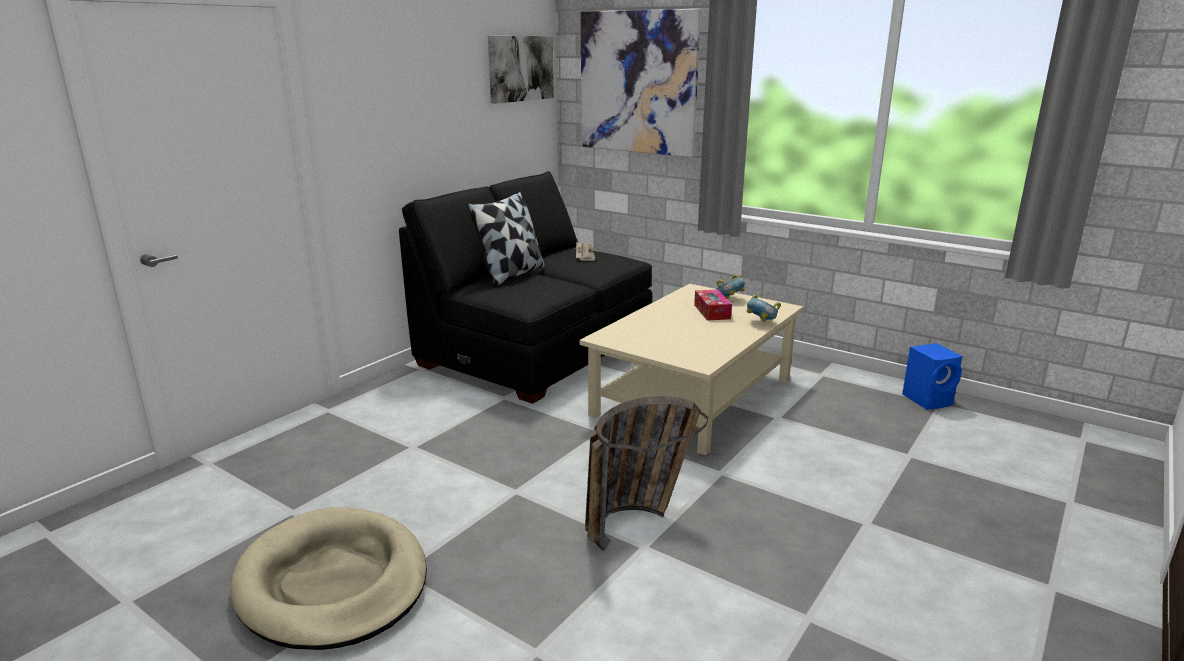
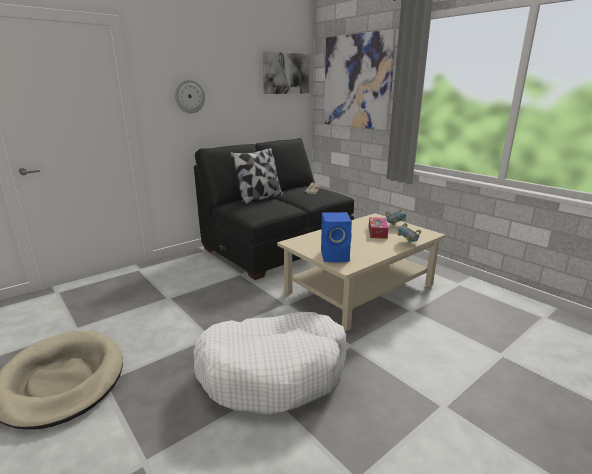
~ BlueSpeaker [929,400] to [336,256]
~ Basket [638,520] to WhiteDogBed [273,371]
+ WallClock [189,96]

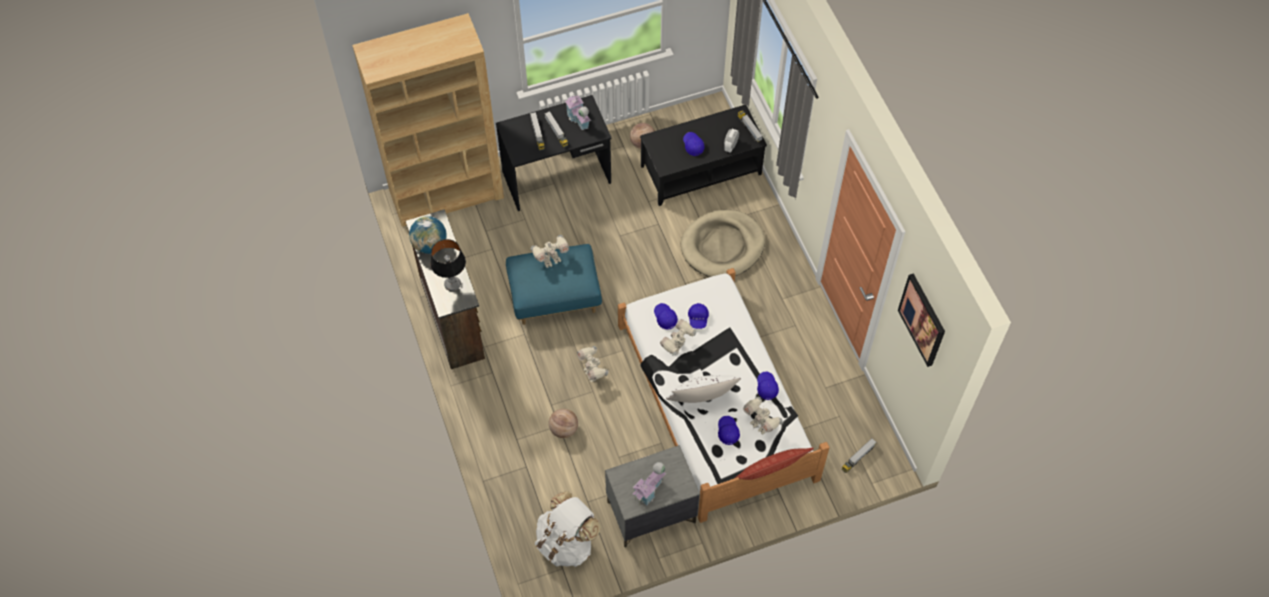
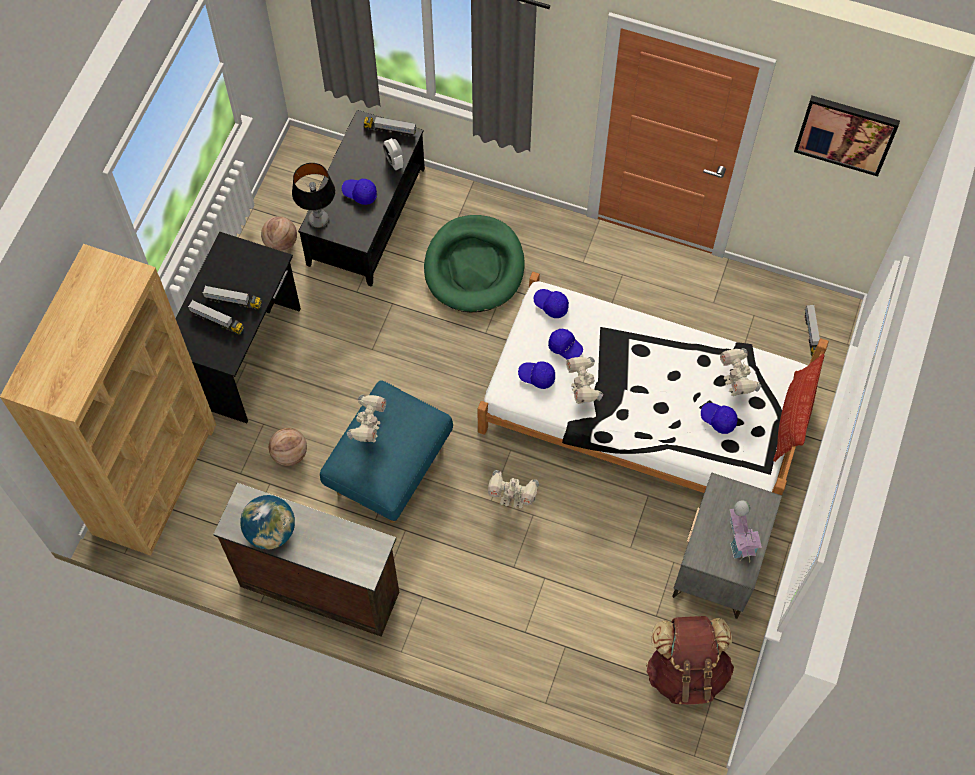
- ToyHouse [578,119]
~ BeigeDogBed [722,246] to GreenDogBed [474,267]
~ TableLamp [452,284] to [318,220]
~ BlueCap [766,387] to [551,305]
- WhitePillow [701,402]
~ ToyRobot [760,425] = [735,384] 75 degrees clockwise
~ Basketball [564,429] to [290,454]
~ WhiteBackpack [566,542] to BrownBackpack [686,671]

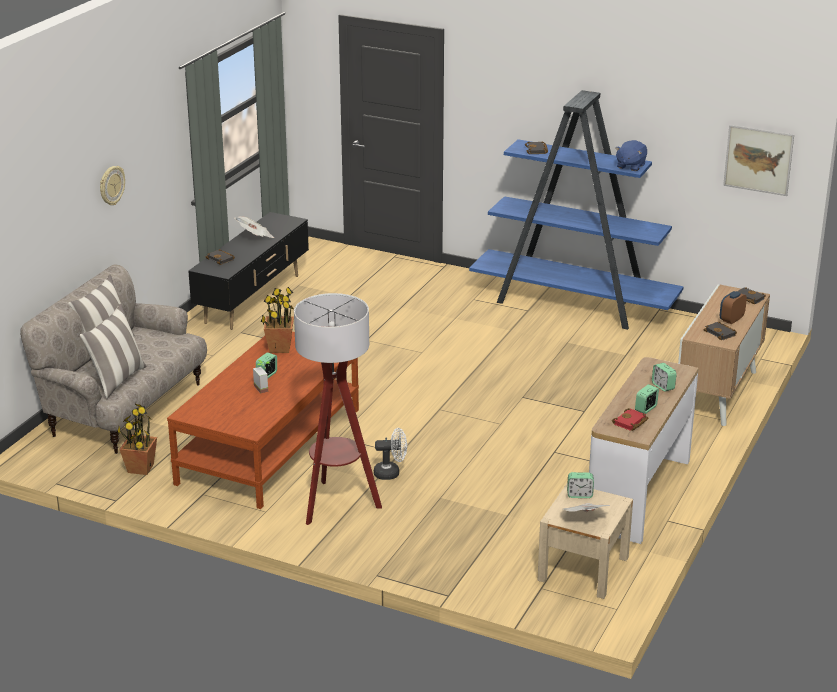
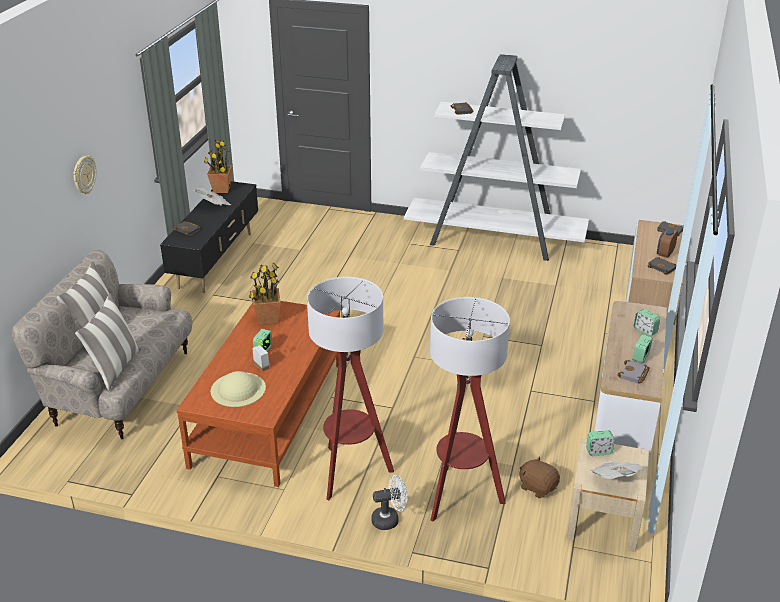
~ BlueBookcase [574,304] to WhiteBookcase [495,240]
- Picture [758,160]
- BluePlushToy [630,166]
~ PottedPlant [140,468] to [221,189]
~ RedBook [630,423] to GreyBook [634,374]
~ WhiteFan [391,473] to [389,519]
+ FloorLamp [460,496]
+ BeigeHat [238,389]
+ BrownPlushToy [538,487]

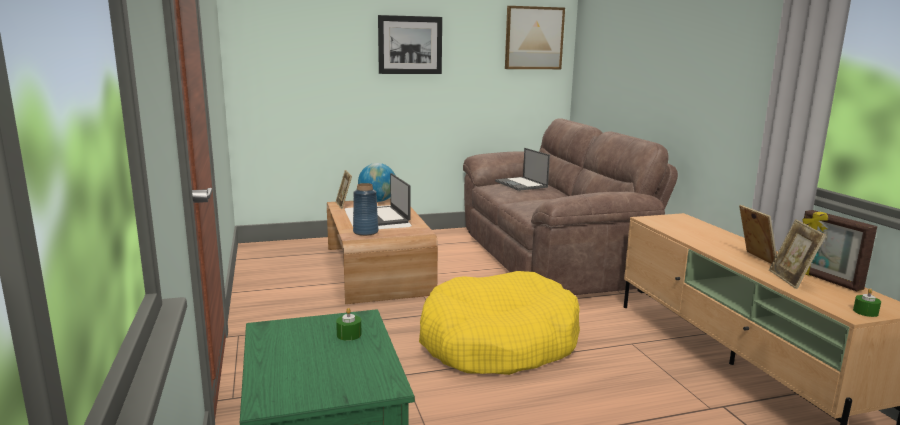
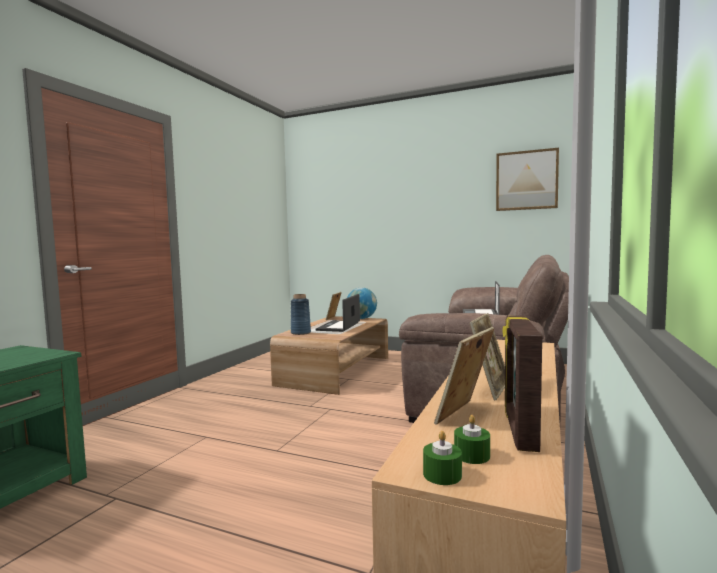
- Picture [410,45]
- YellowDogBed [498,342]
~ GreenCandle [349,334] to [472,455]

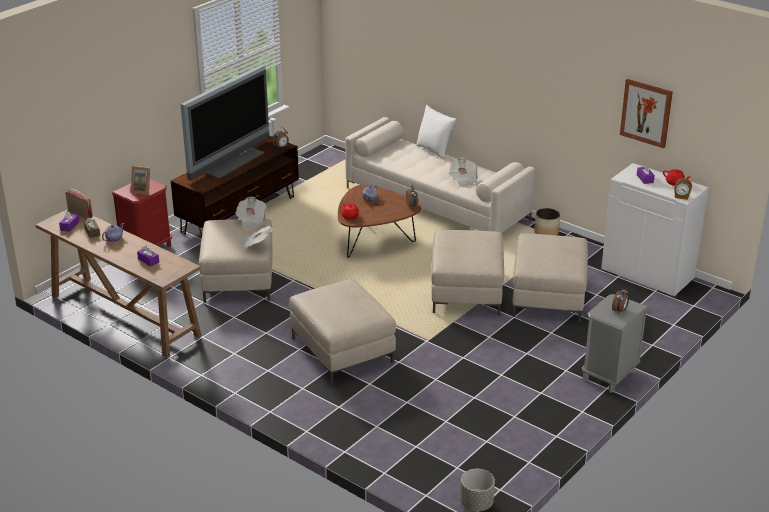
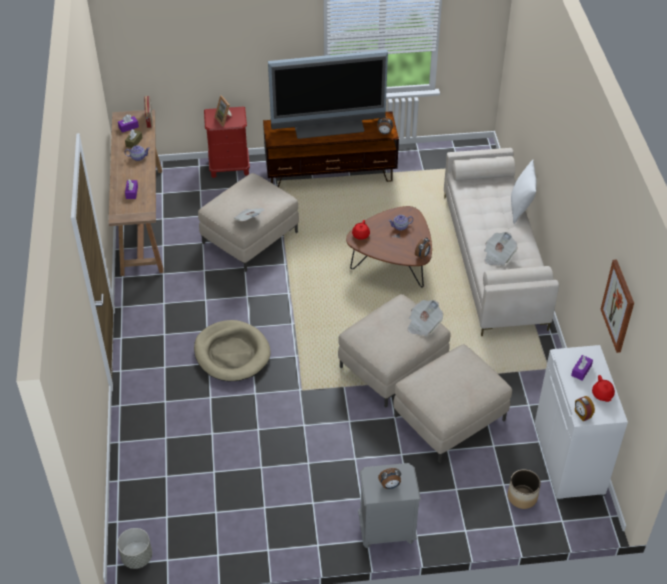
~ Newspaper [251,221] to [423,325]
~ Planter [546,233] to [522,497]
~ BeigeOttoman [342,350] to BeigeDogBed [232,353]

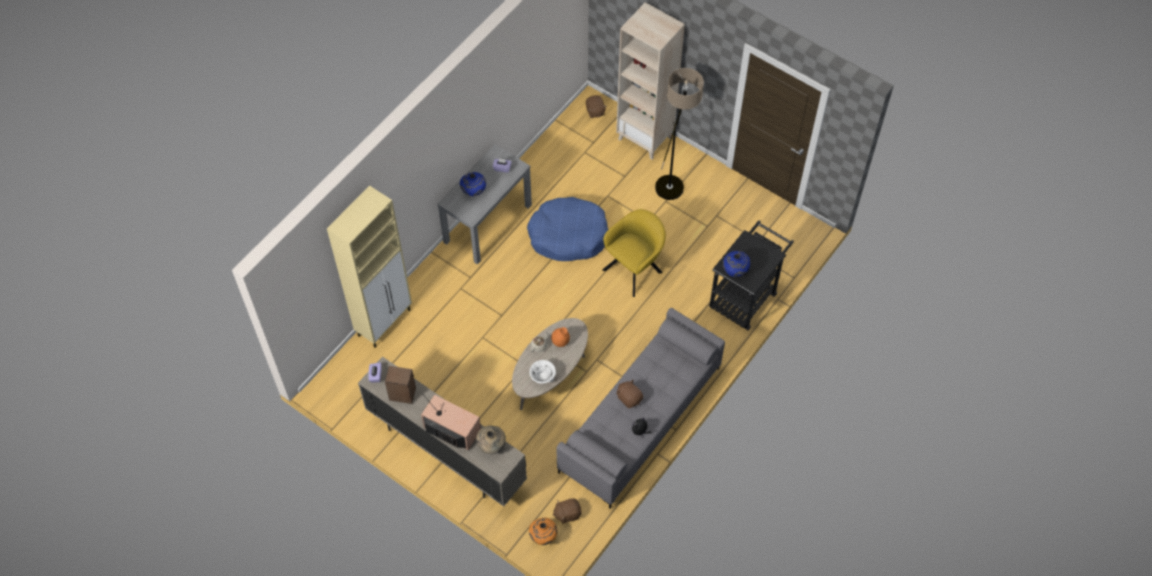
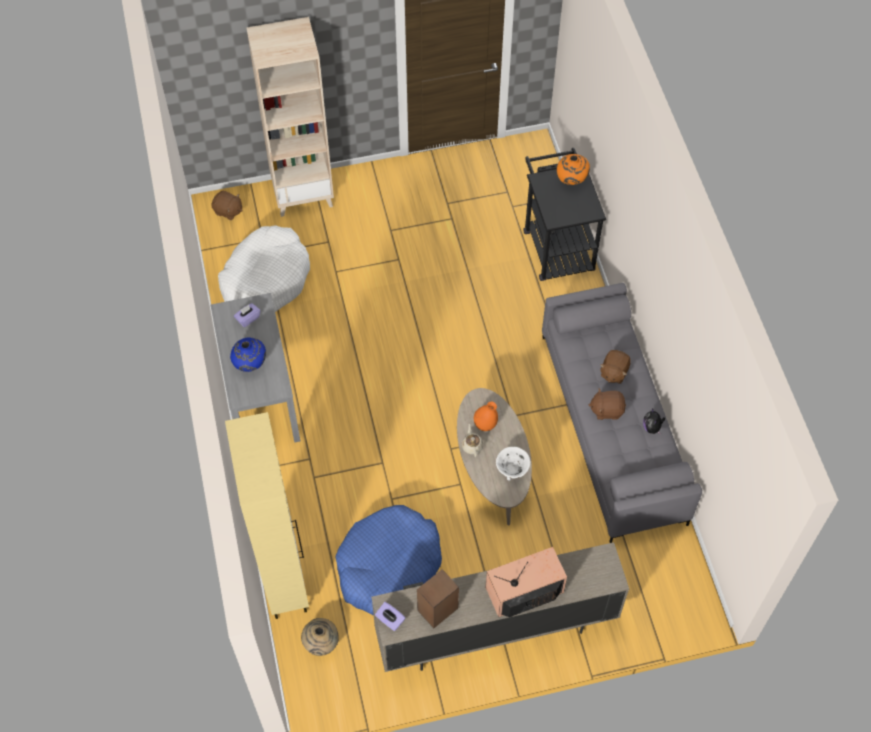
- FloorLamp [673,179]
~ BlueDogBed [568,235] to [388,566]
- YellowArmchair [635,269]
- BlueVase [735,272]
~ BeigeVase [492,446] to [321,643]
~ BrownPlushToy [567,513] to [613,372]
~ OrangeVase [543,537] to [571,181]
+ WhiteDogBed [266,278]

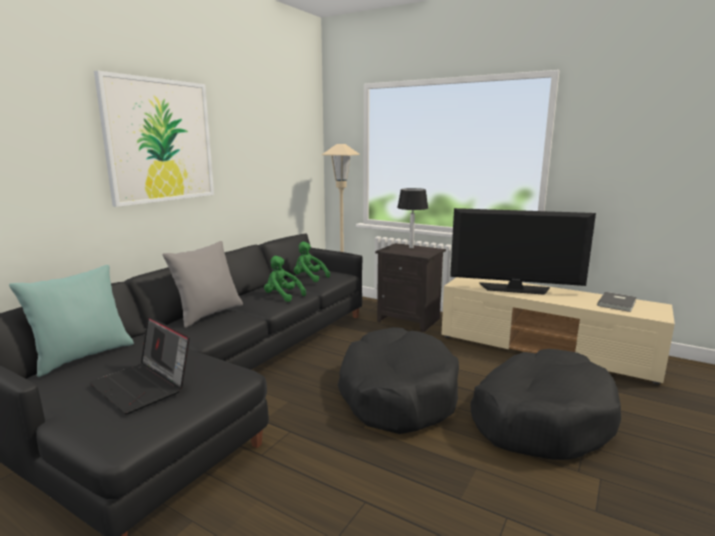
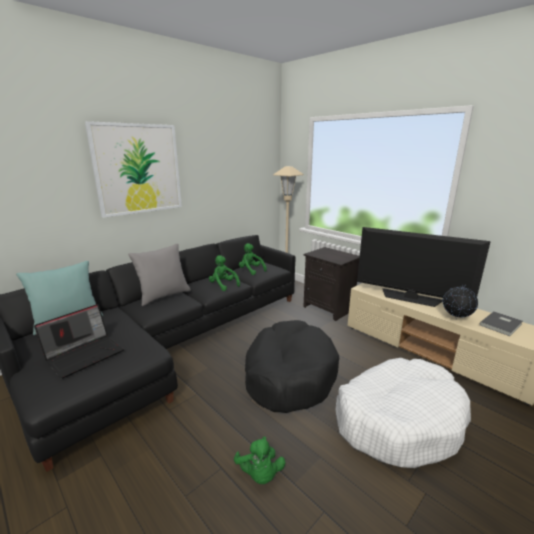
- TableLamp [411,247]
~ Laptop [143,386] = [85,354] 105 degrees counterclockwise
~ BlackDogBed [540,418] to WhiteDogBed [398,419]
+ Globe [456,319]
+ GreenPlushToy [259,474]

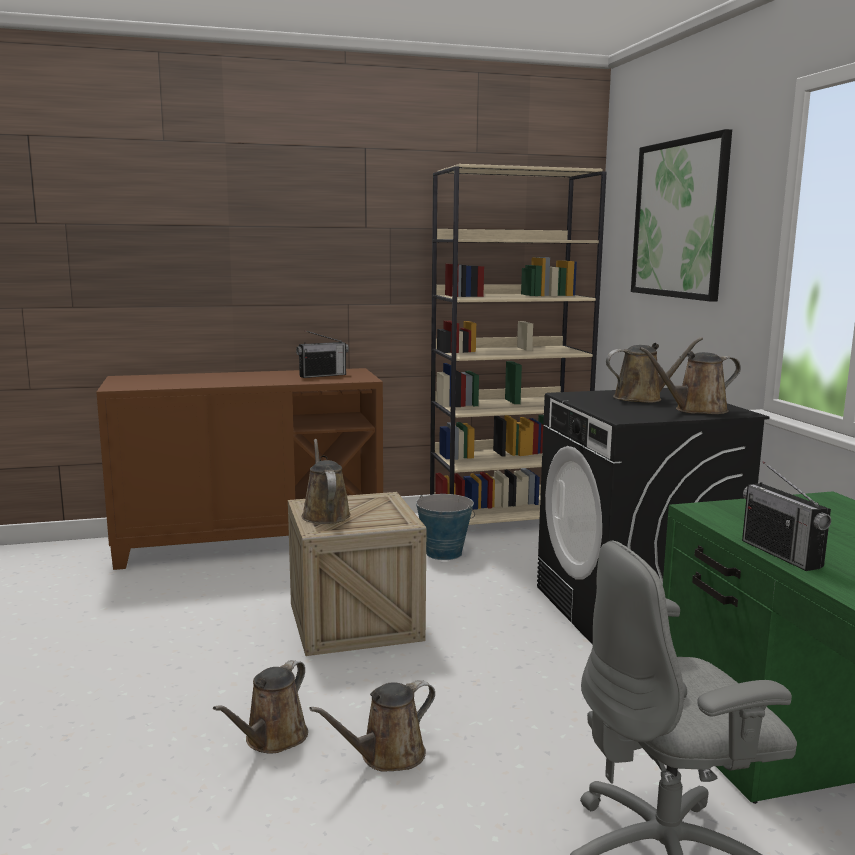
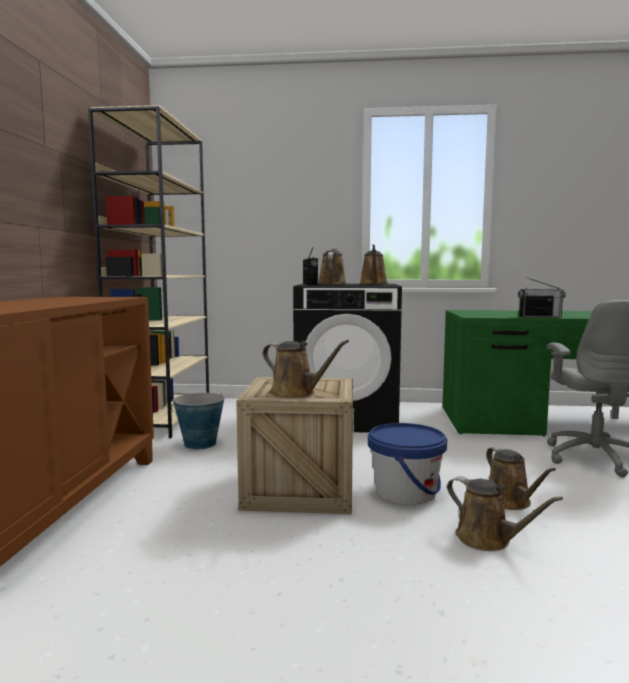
- Picture [679,219]
~ Radio [322,375] to [310,284]
~ BrownWateringCan [325,514] = [296,393] 150 degrees counterclockwise
+ BlueBucket [405,492]

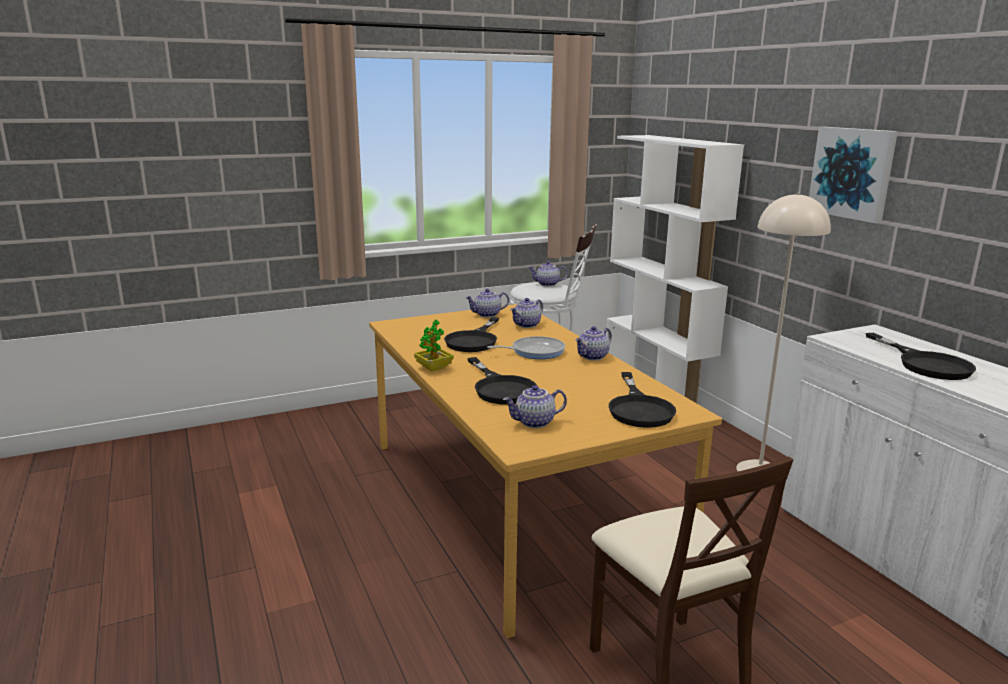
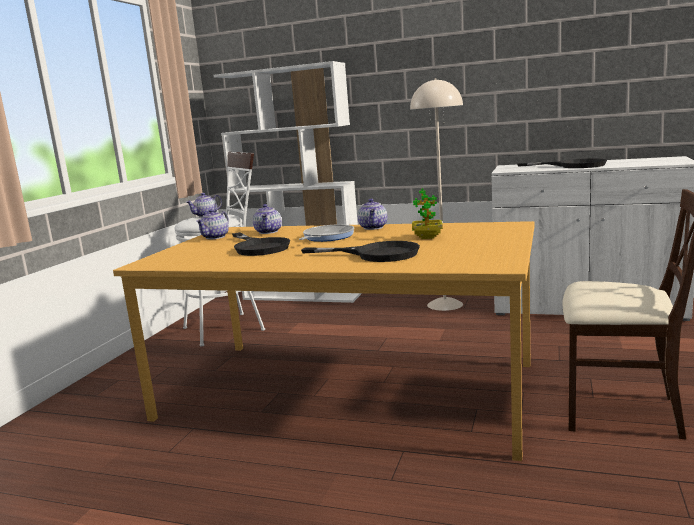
- Picture [852,173]
~ PottedPlant [434,368] to [427,237]
- BlackFryingPan [639,408]
- Teapot [534,423]

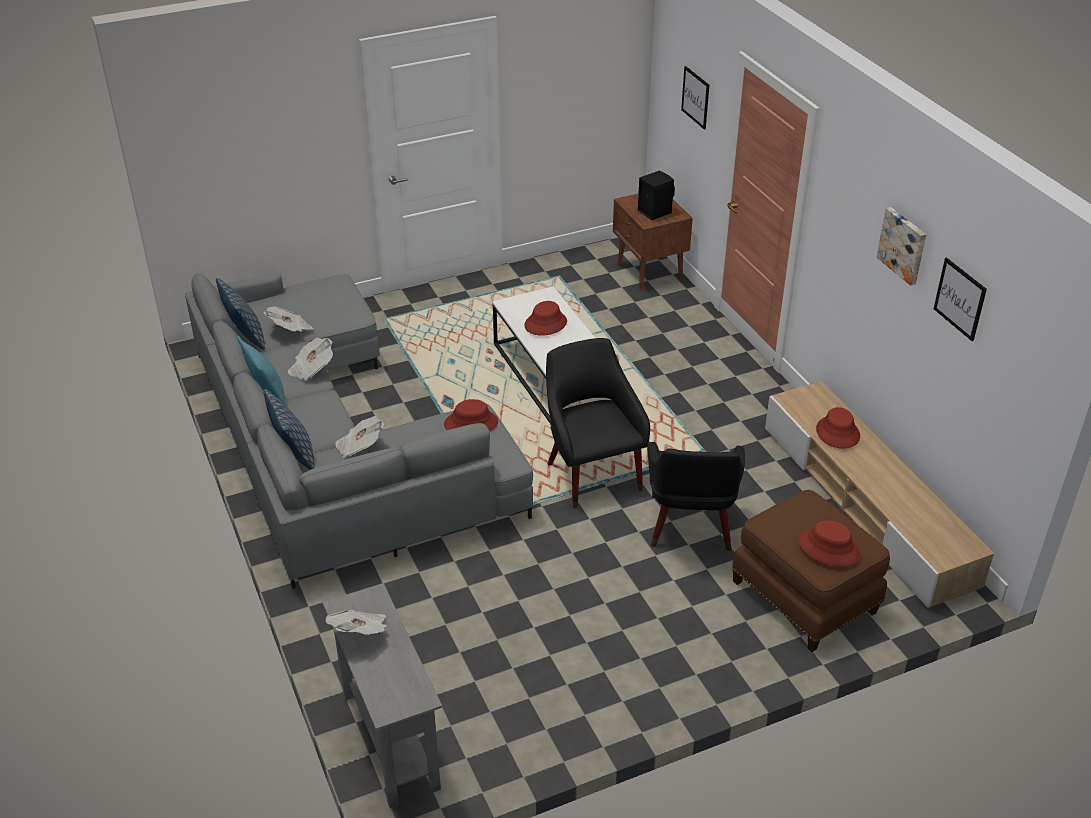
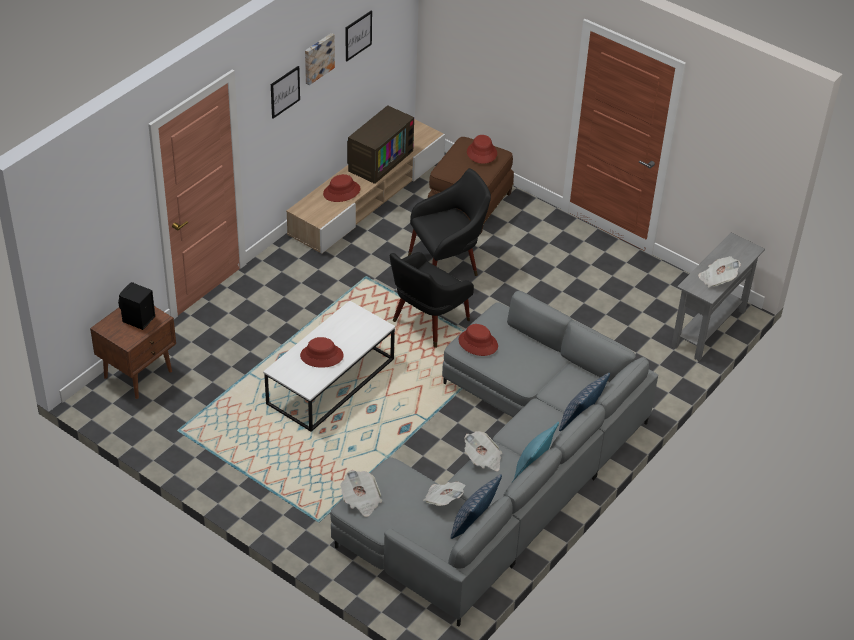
~ Picture [695,97] to [285,92]
~ Newspaper [359,447] to [361,500]
+ Television [379,159]

